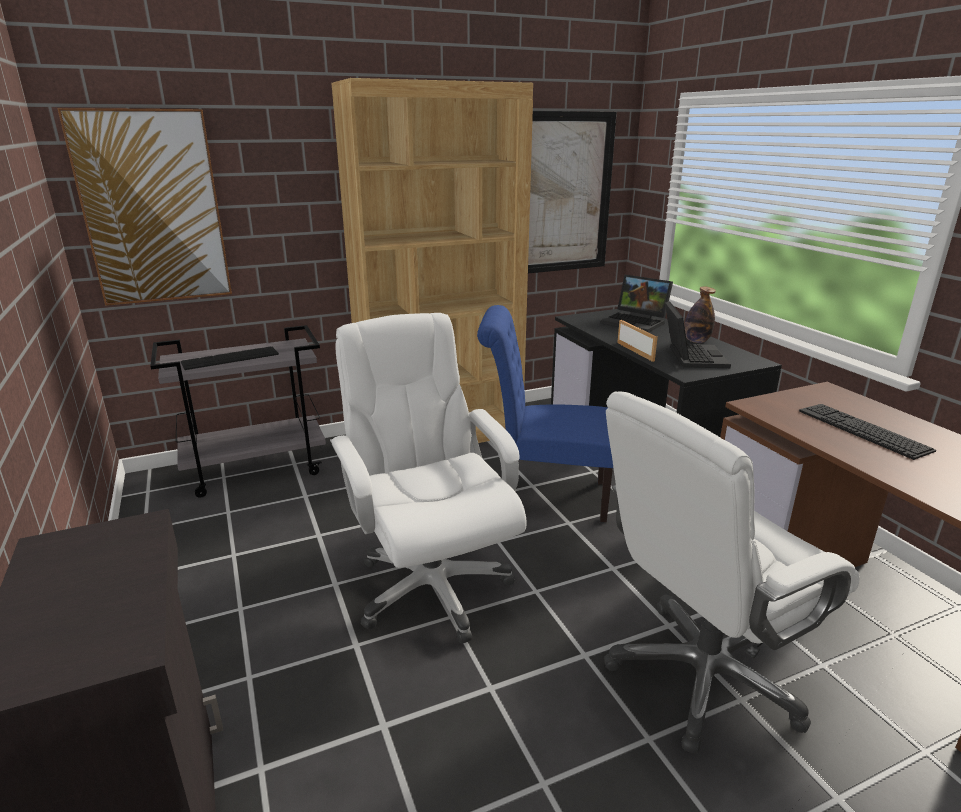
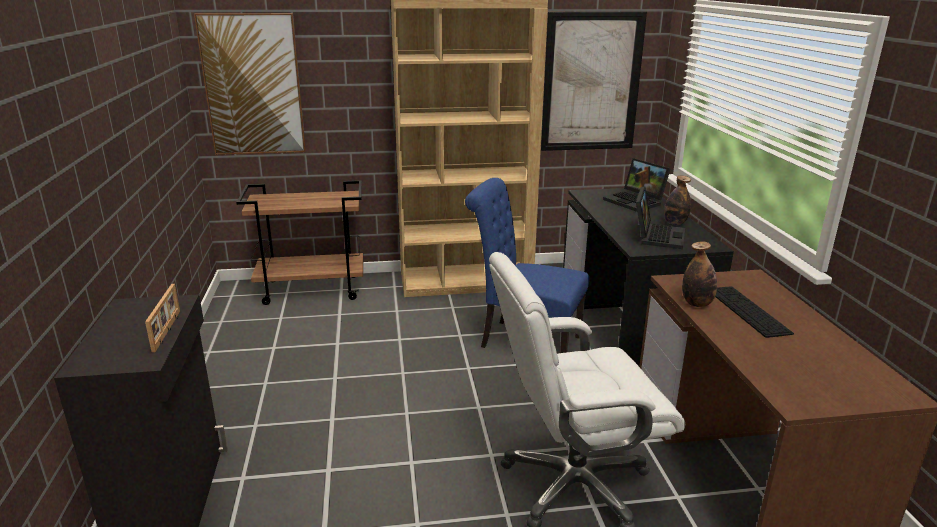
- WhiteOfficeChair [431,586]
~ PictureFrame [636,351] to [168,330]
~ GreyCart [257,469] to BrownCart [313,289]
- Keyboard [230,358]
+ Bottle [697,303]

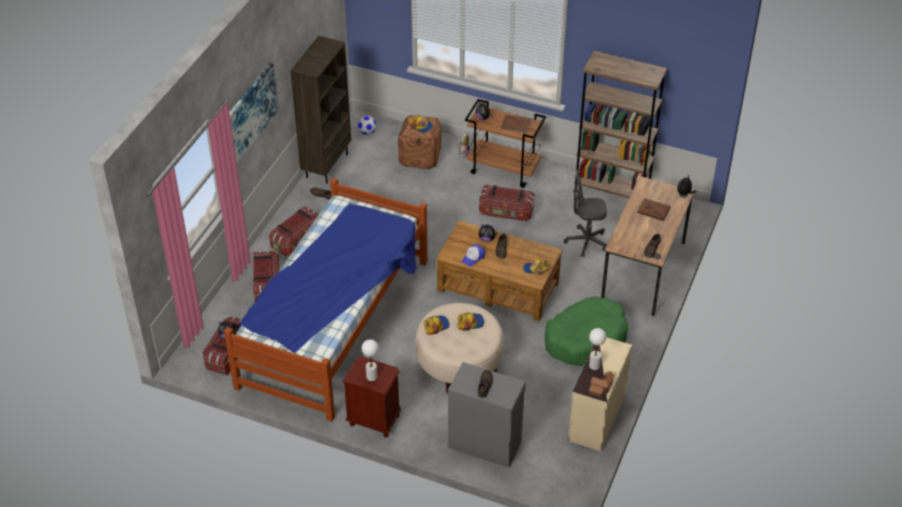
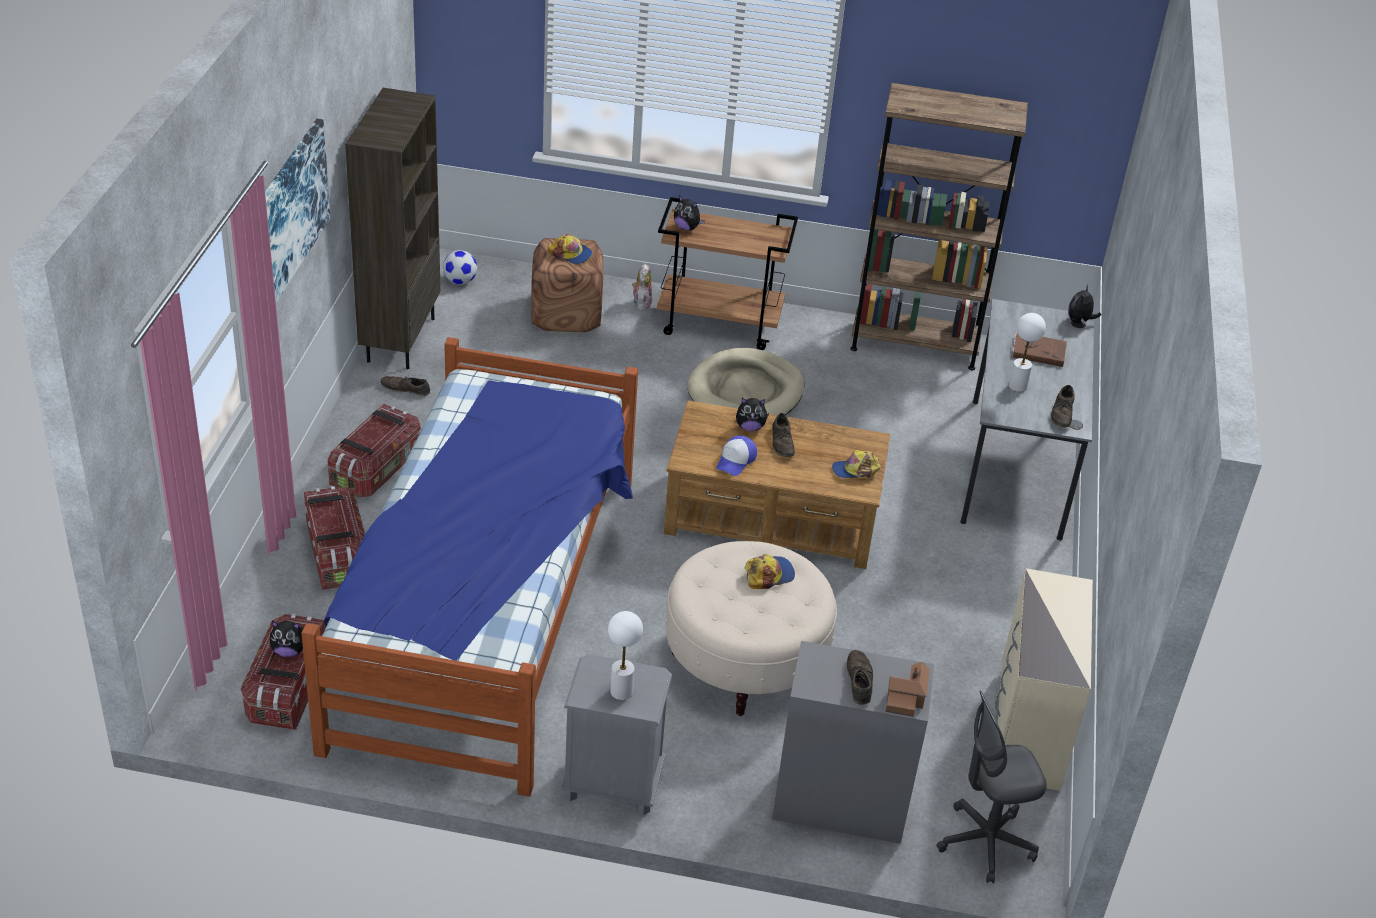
- BrownBook [516,125]
~ GreyOfficeChair [586,242] to [985,843]
~ BrownDesk [643,271] to GreyDesk [1015,467]
~ StorageBox [506,212] to BeigeDogBed [746,392]
- GreenDogBed [586,339]
- Cap [436,326]
~ WhiteTableLamp [594,366] to [1018,386]
~ BrownNightstand [374,420] to GreyNightstand [613,784]
~ ToyHouse [601,387] to [906,697]

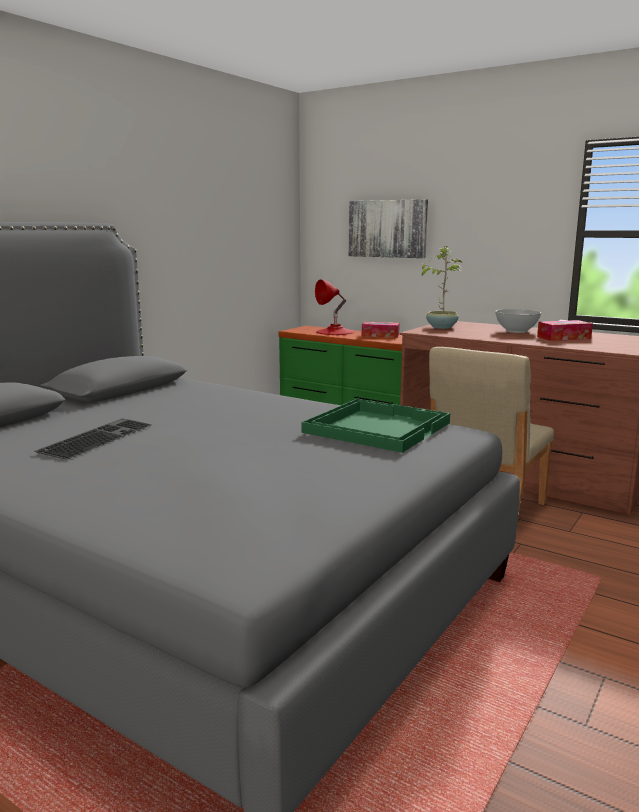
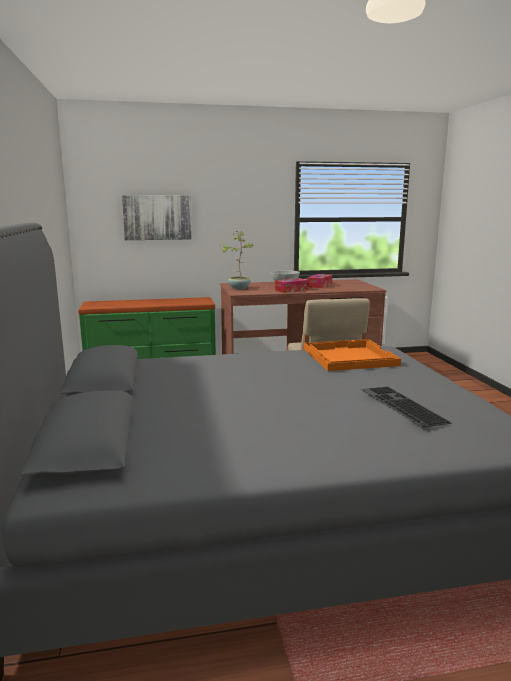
- RedTableLamp [335,332]
~ TissueBox [380,335] to [291,290]
~ GreenTray [376,427] to OrangeTray [348,357]
~ Keyboard [96,437] to [400,405]

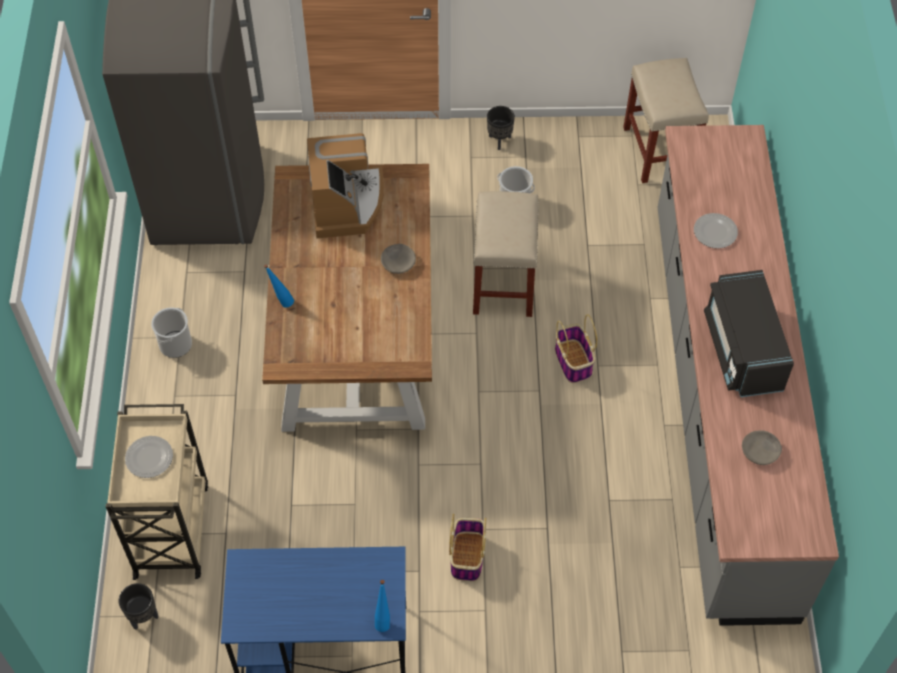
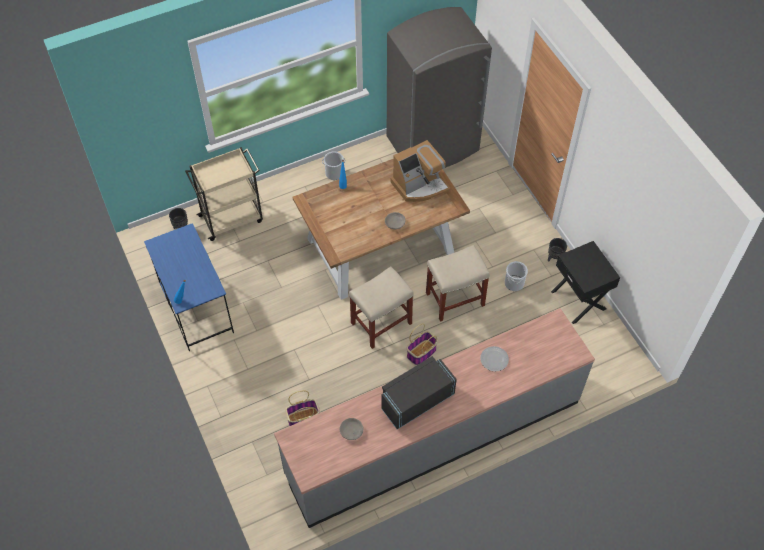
~ BeigeStool [659,152] to [380,324]
- Plate [149,457]
~ Basket [467,555] to [304,418]
+ BlackNightstand [579,300]

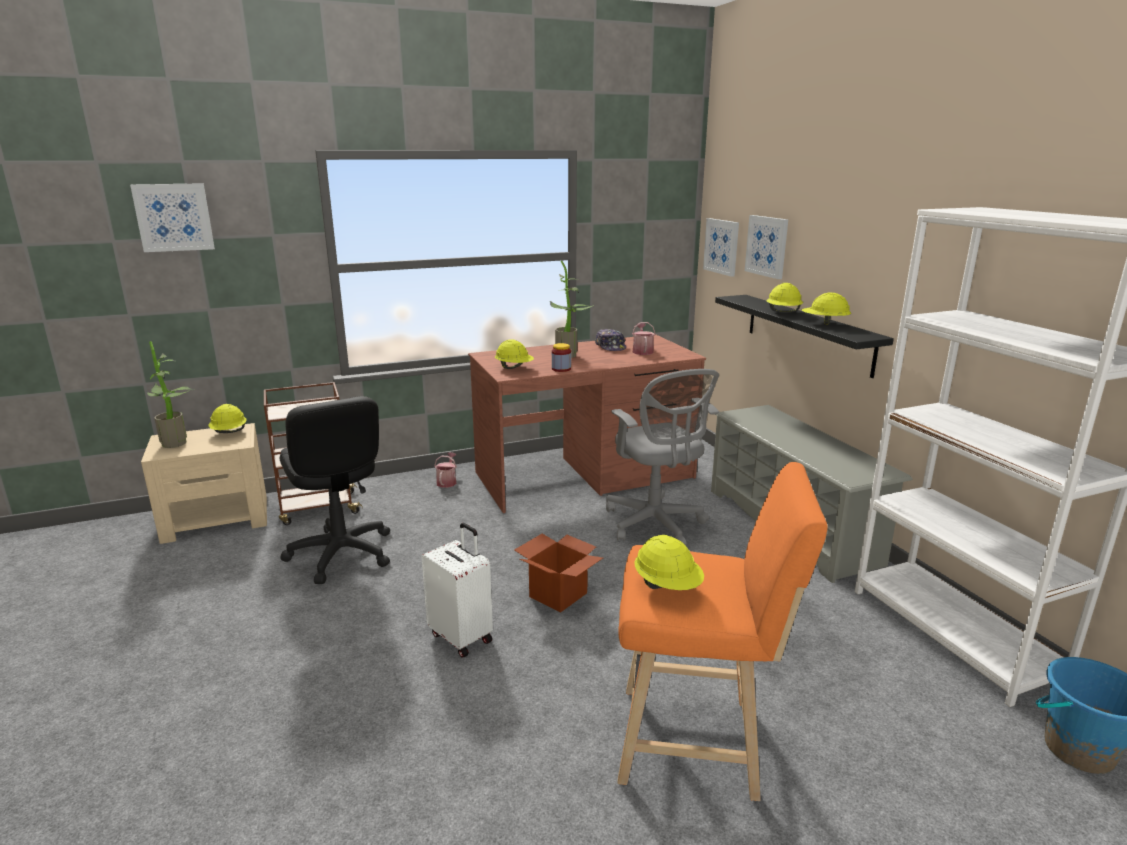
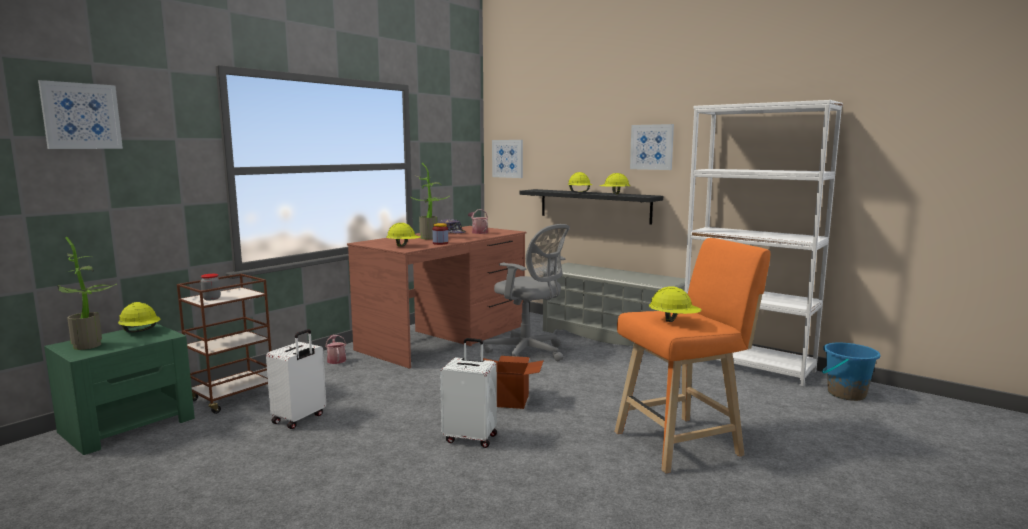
~ Picture [767,246] to [652,147]
~ BlackOfficeChair [341,554] to WhiteSuitcase [299,419]
~ BeigeNightstand [217,518] to GreenNightstand [128,425]
+ Jar [211,298]

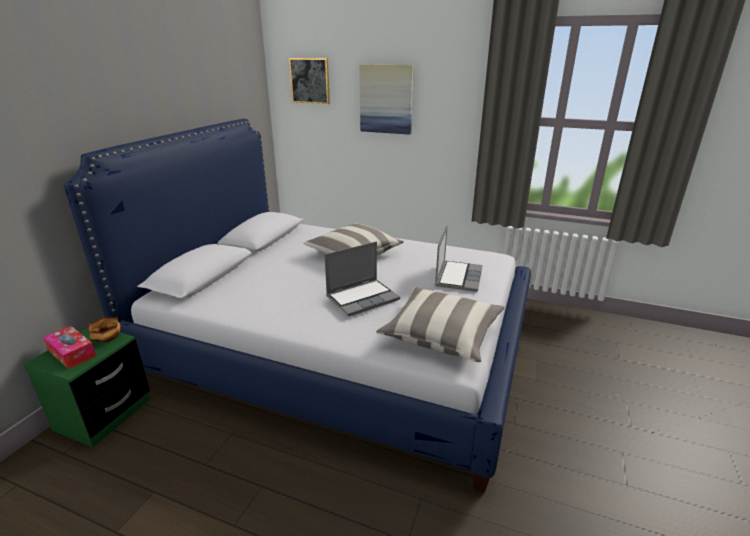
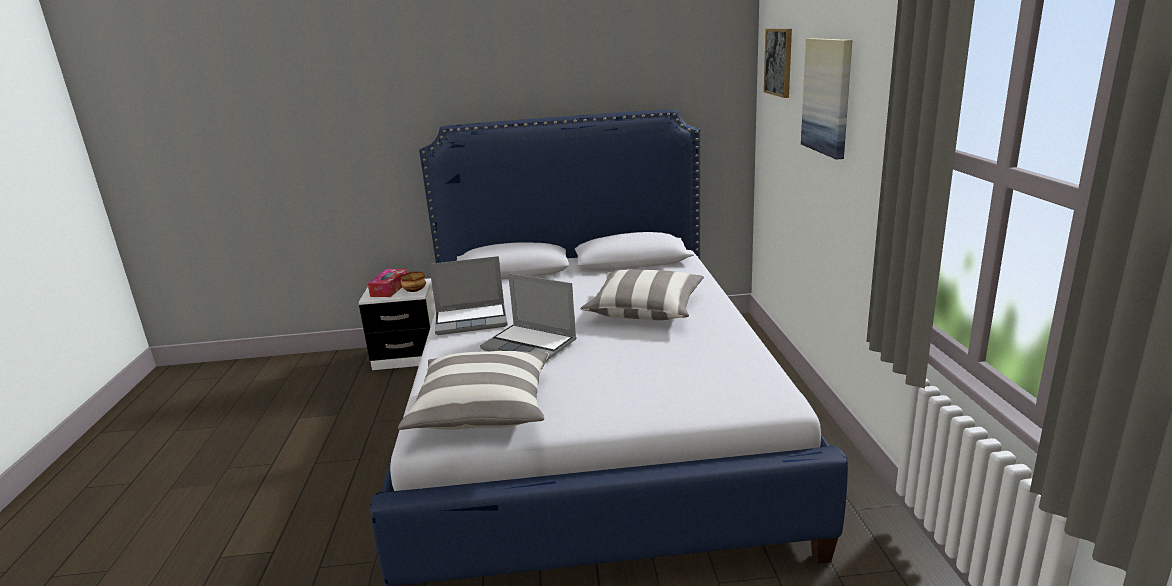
~ Laptop [458,276] to [472,320]
~ GreenNightstand [104,414] to WhiteNightstand [407,356]

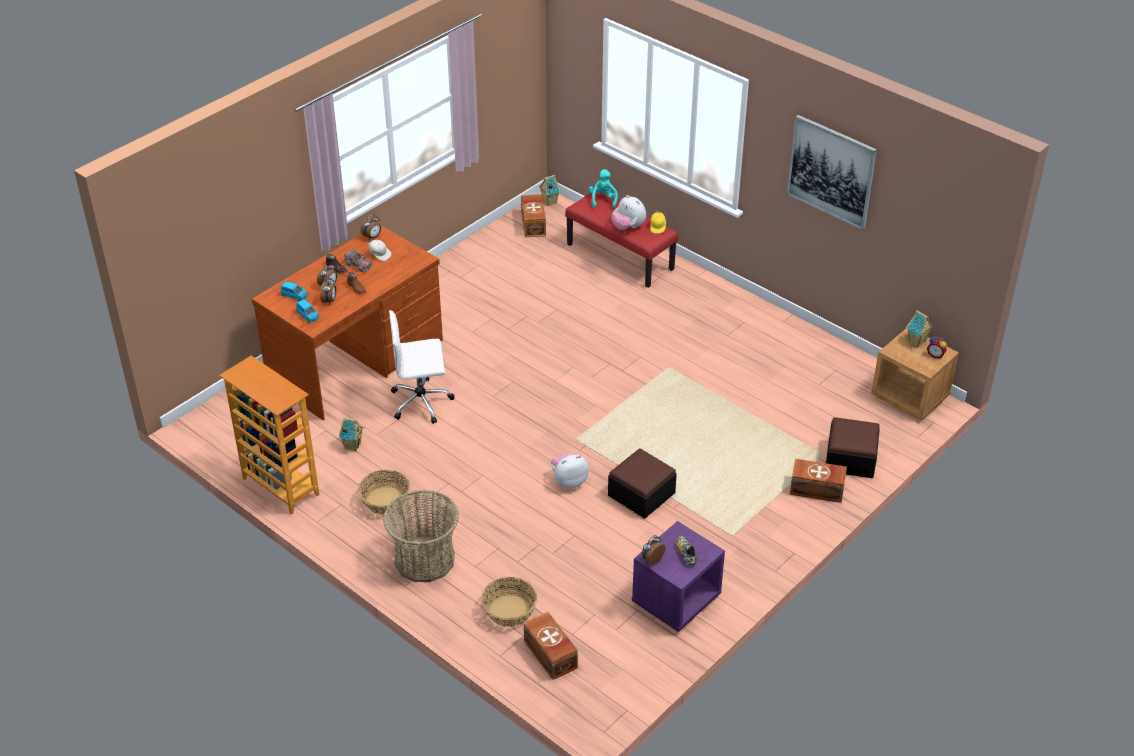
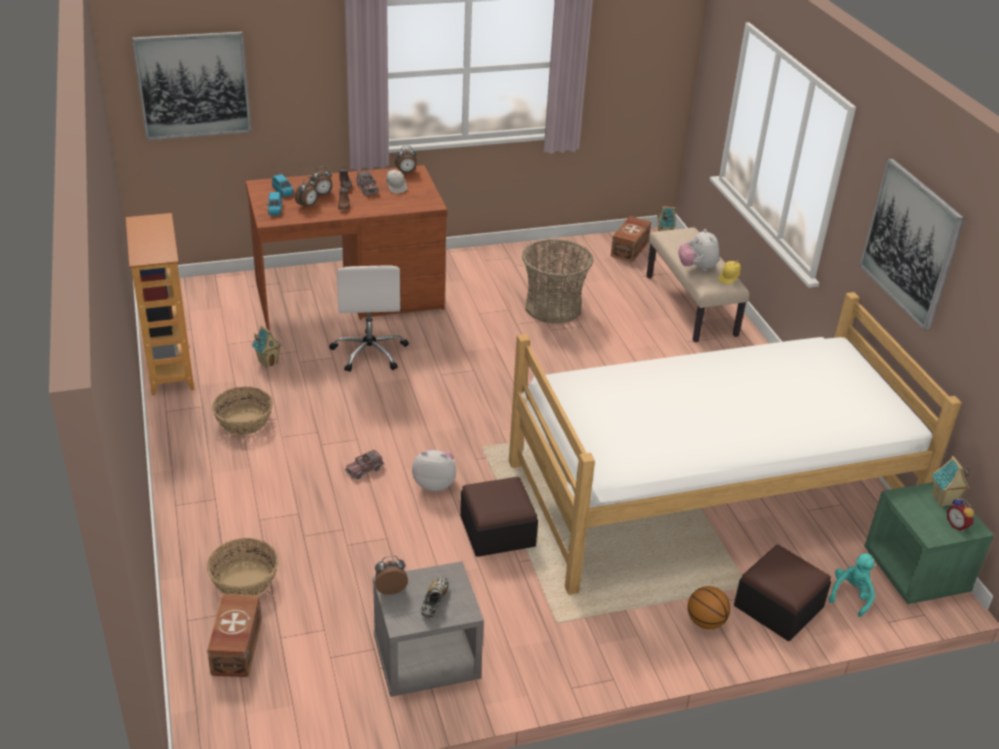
~ TurquoisePlushToy [603,200] to [851,596]
~ RedBench [621,257] to BeigeBench [691,306]
~ WhiteOfficeChair [422,402] = [370,352] 120 degrees counterclockwise
~ BrownNightstand [910,397] to GreenNightstand [916,572]
~ BrownStorageBox [817,490] to Basketball [705,622]
~ Basket [425,559] to [553,307]
~ PurpleNightstand [676,600] to GreyNightstand [426,661]
+ Picture [193,85]
+ Bed [709,496]
+ ToyTruck [364,469]

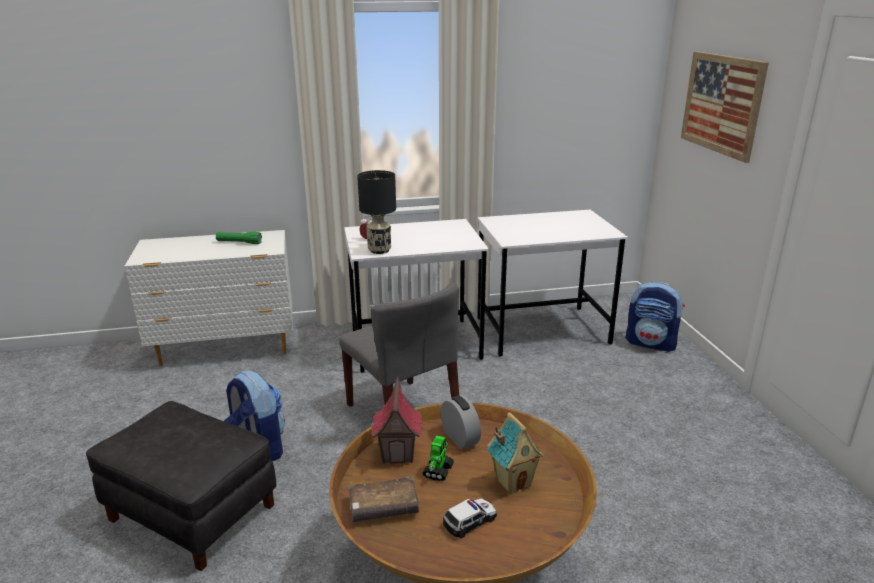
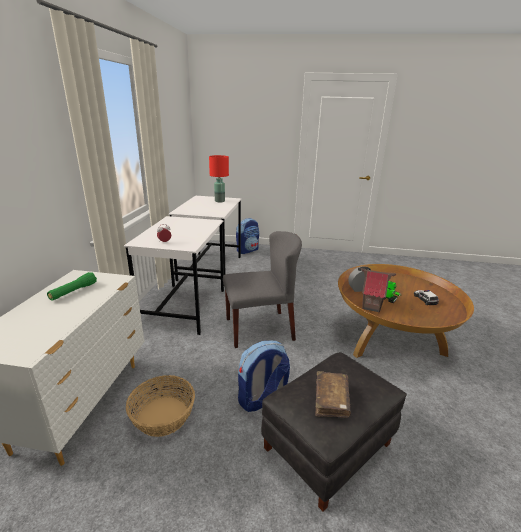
- Picture [721,104]
- BlackTableLamp [380,250]
- ToyHouse [513,482]
~ BrownBook [383,507] to [331,399]
+ RedTableLamp [220,201]
+ Basket [163,415]

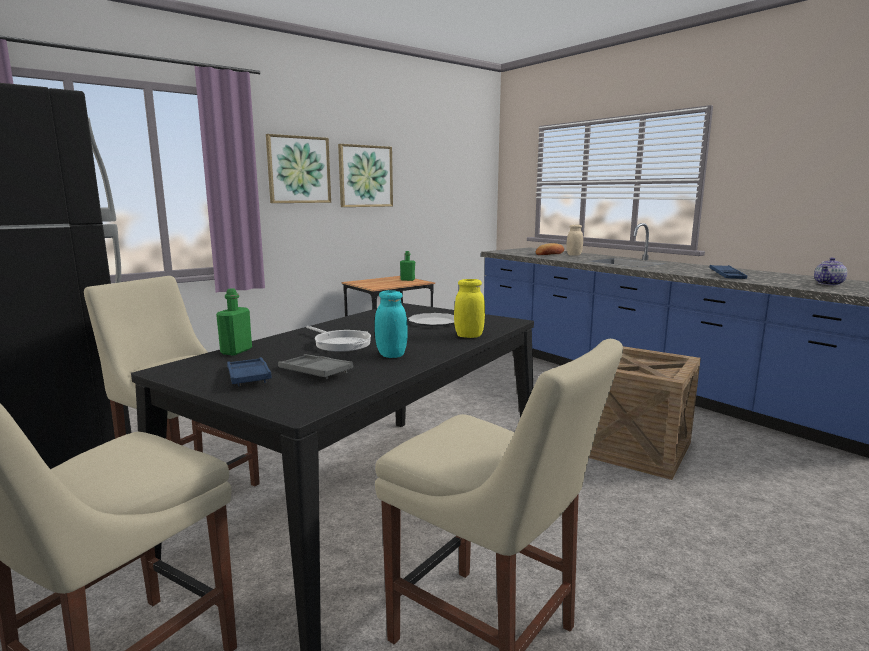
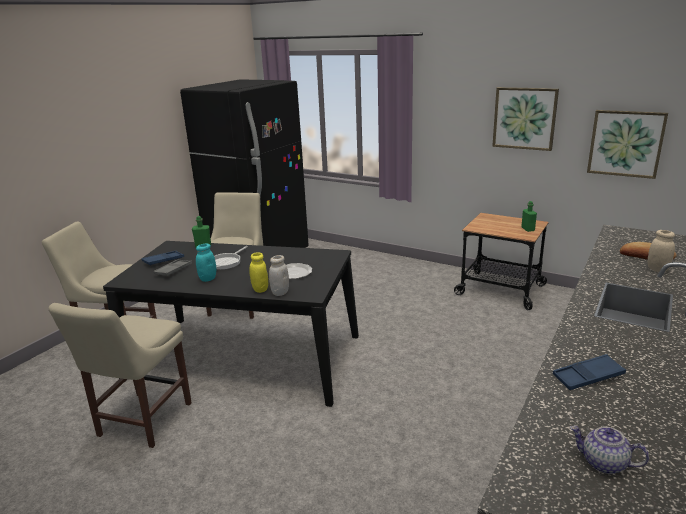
~ Picture [298,170] to [625,143]
- Crate [633,448]
+ WhiteJar [280,292]

